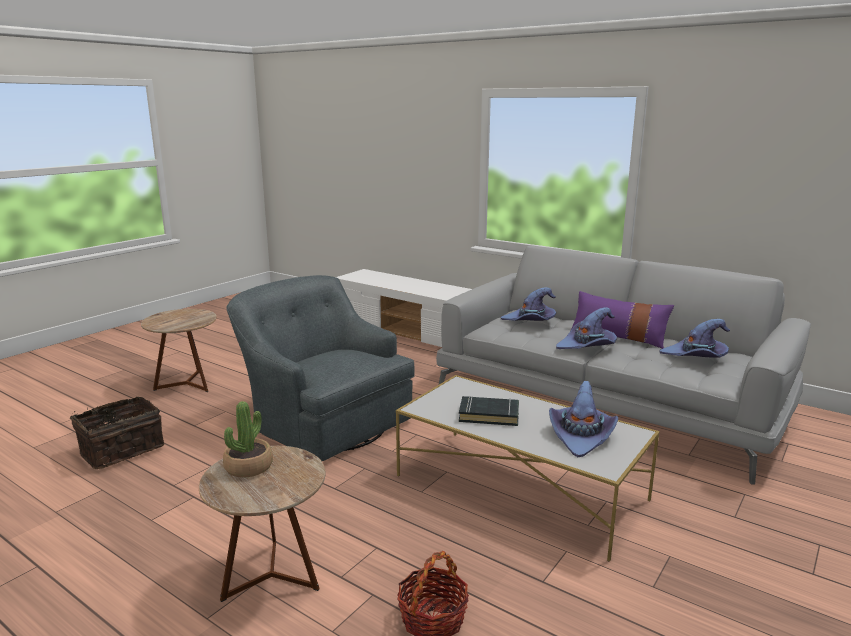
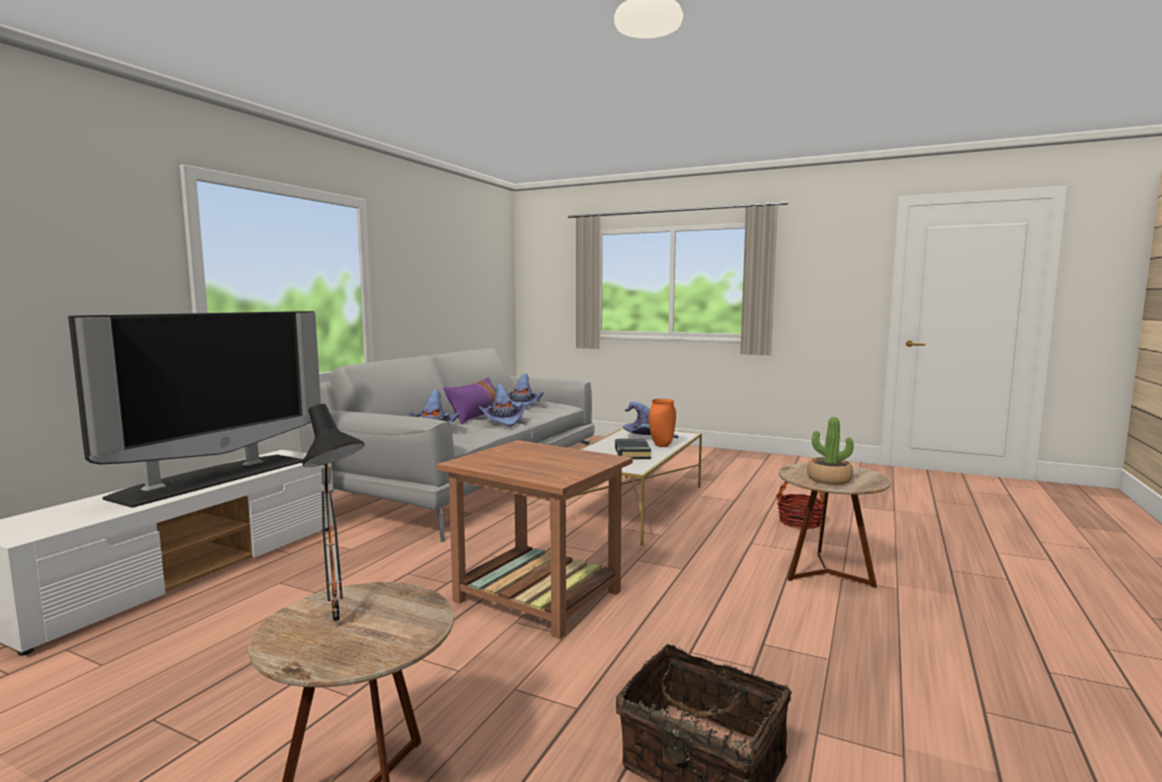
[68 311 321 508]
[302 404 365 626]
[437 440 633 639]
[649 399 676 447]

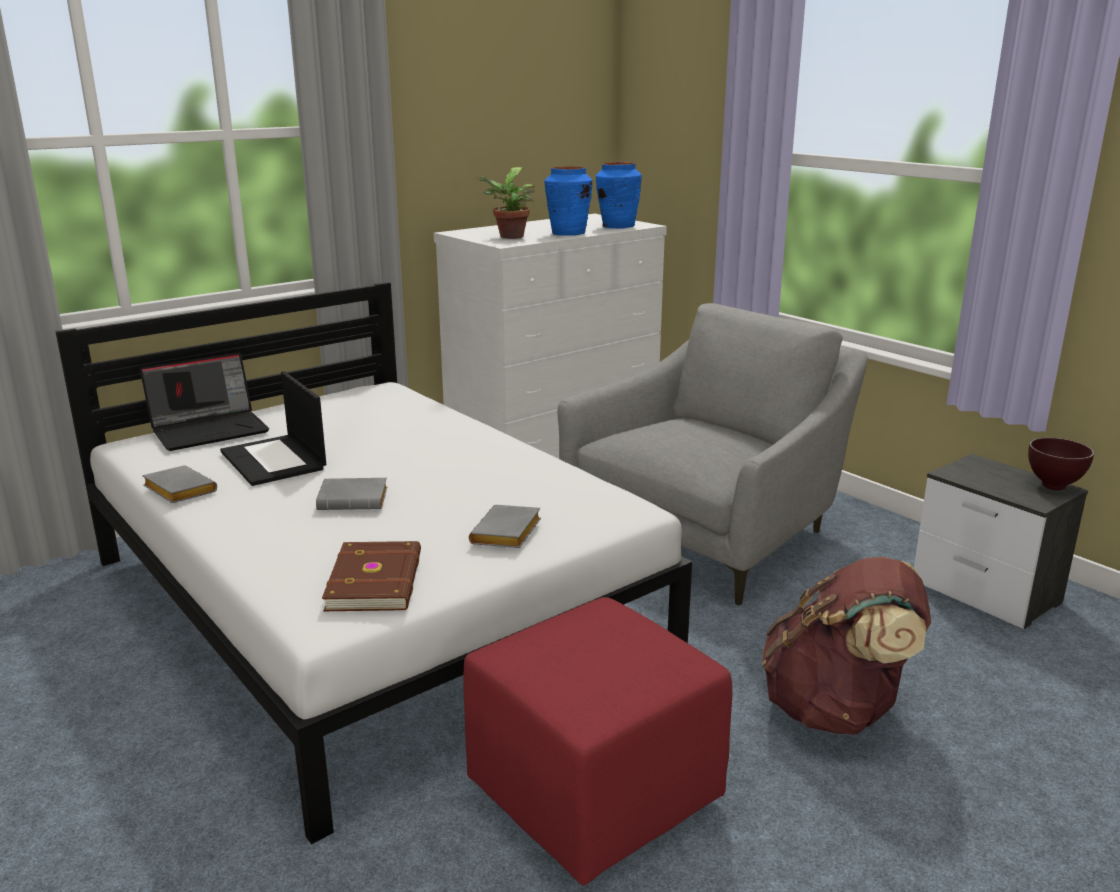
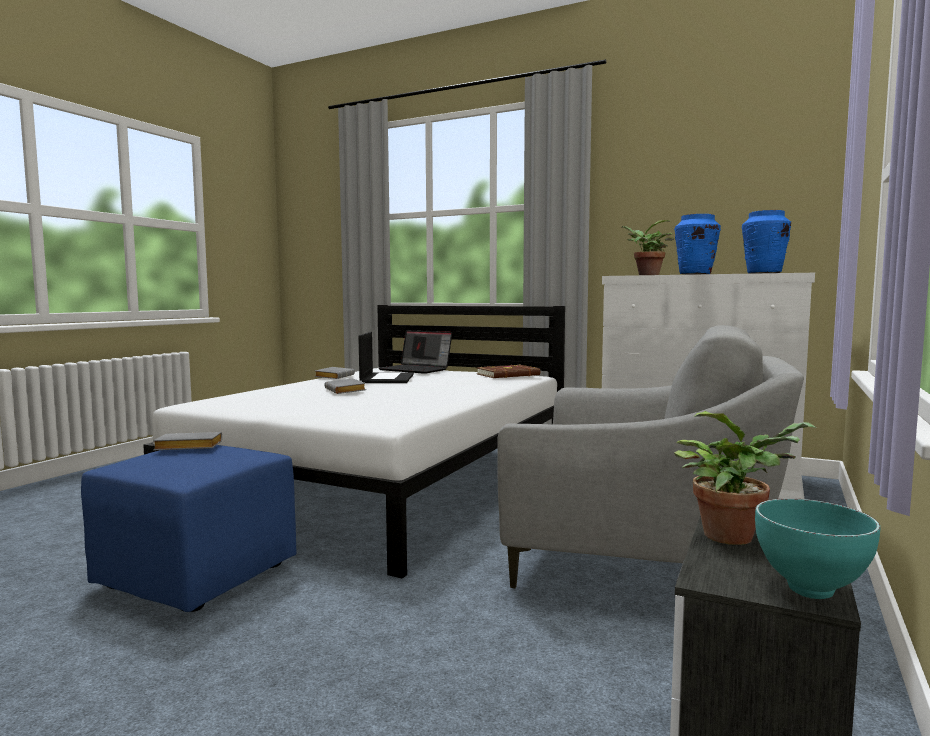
[81 445 297 612]
[153 432 222 450]
[358 332 414 383]
[477 364 540 378]
[674 411 816 545]
[755 498 880 599]
[762 557 931 735] (first image)

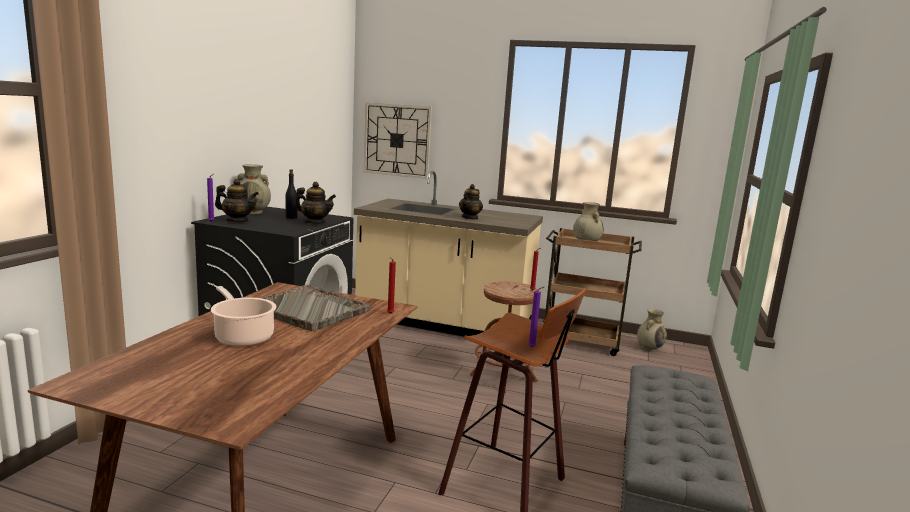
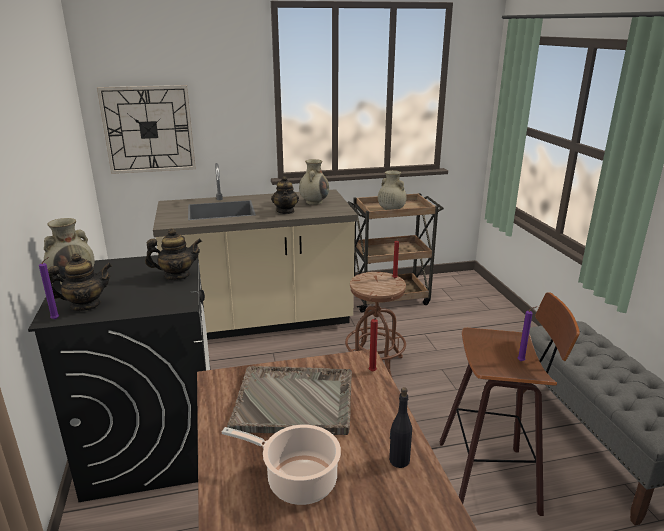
[299 159 329 205]
[389 387 412 468]

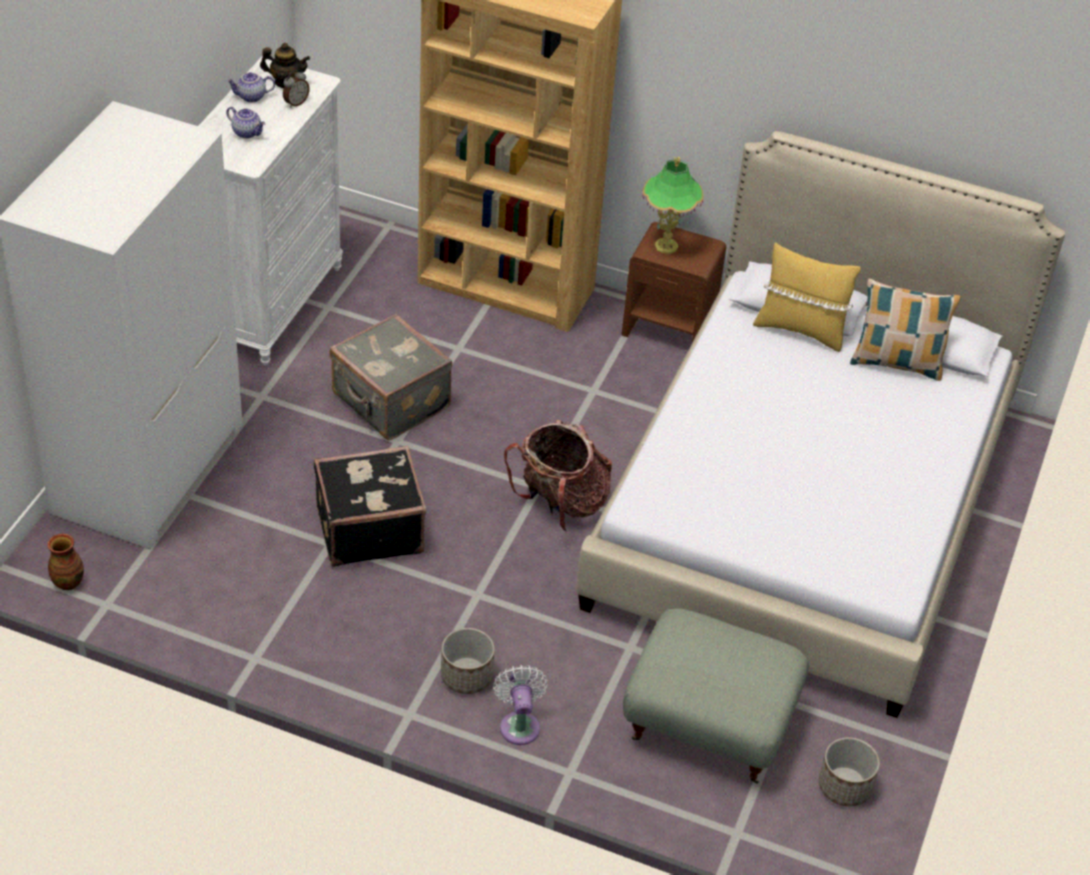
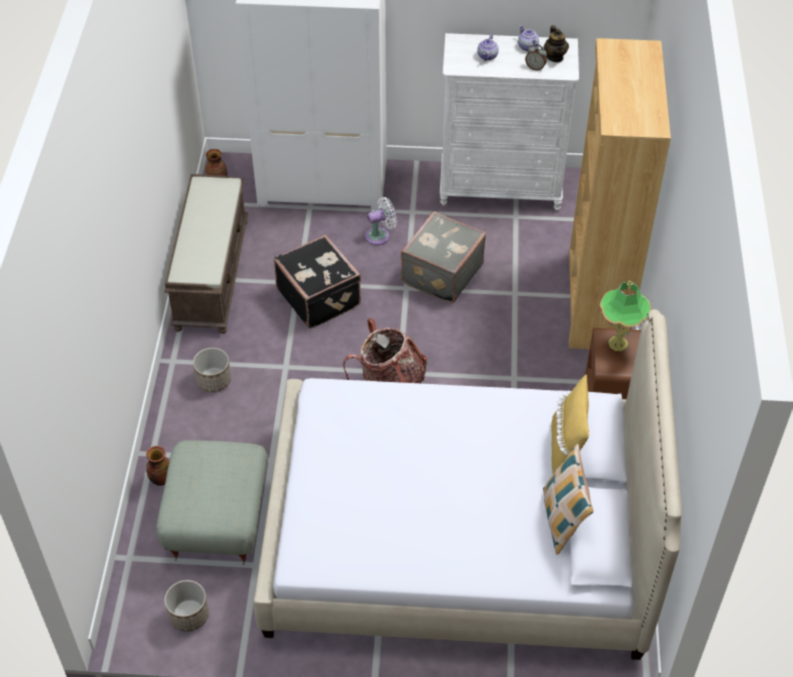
[146 446 169 486]
[164 174 248 334]
[365 197 397 245]

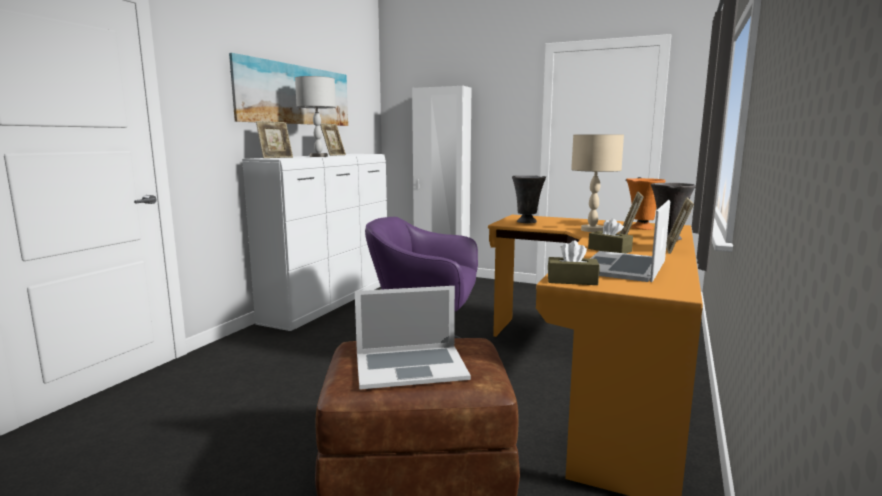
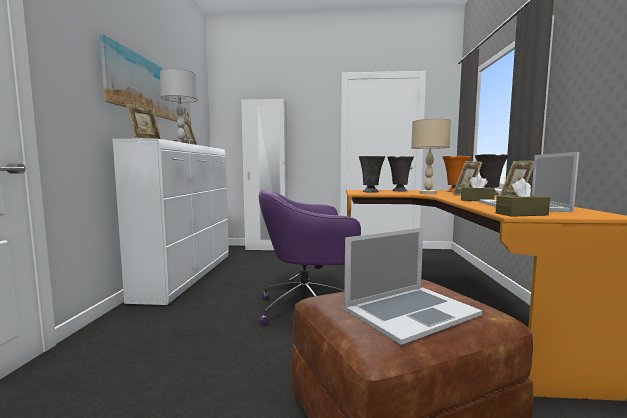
[387 156 414 192]

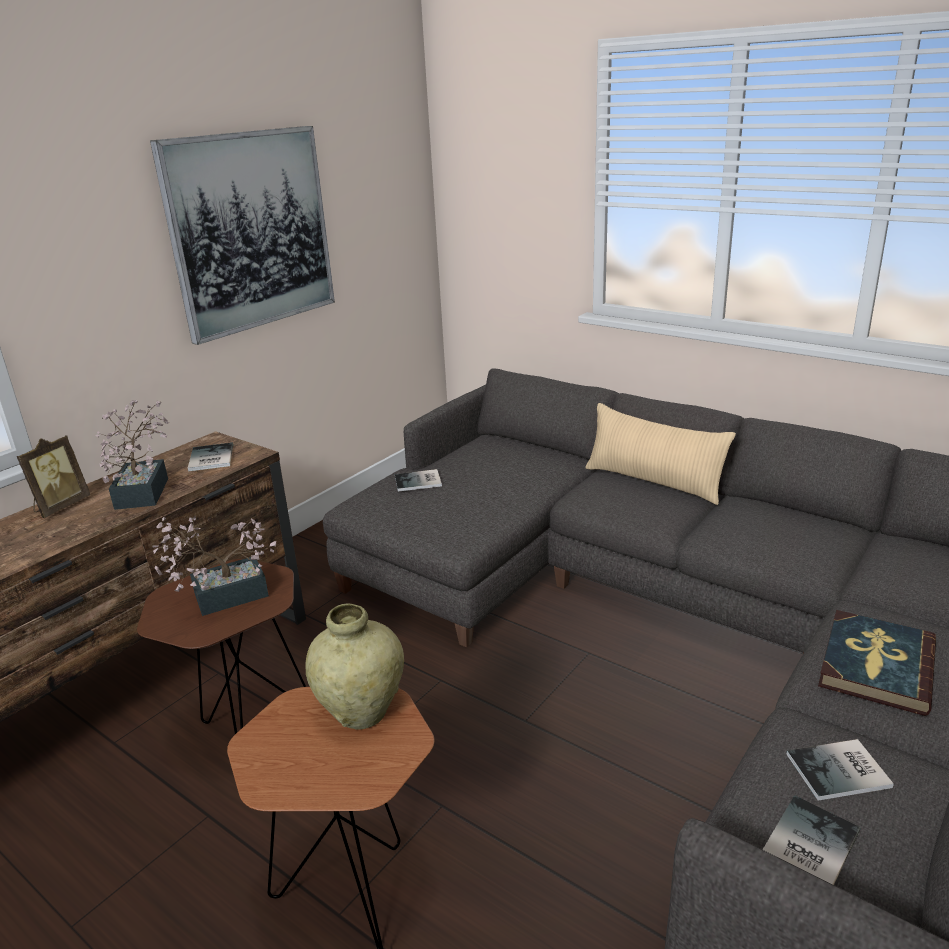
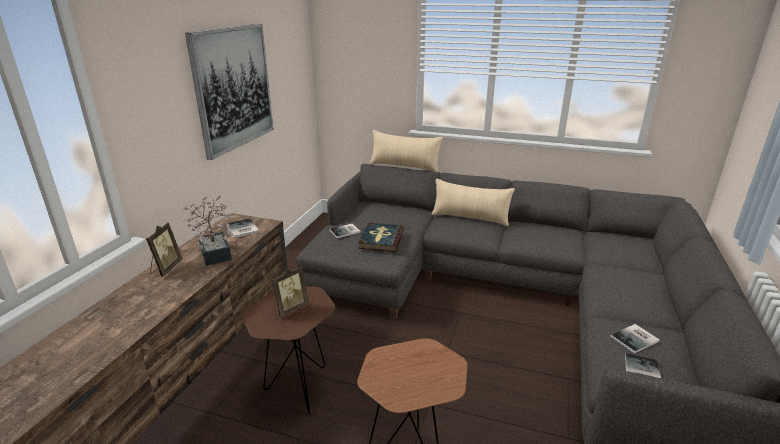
[272 266 309 318]
[358 223 404 252]
[369 130 443 173]
[306 604 404 730] (first image)

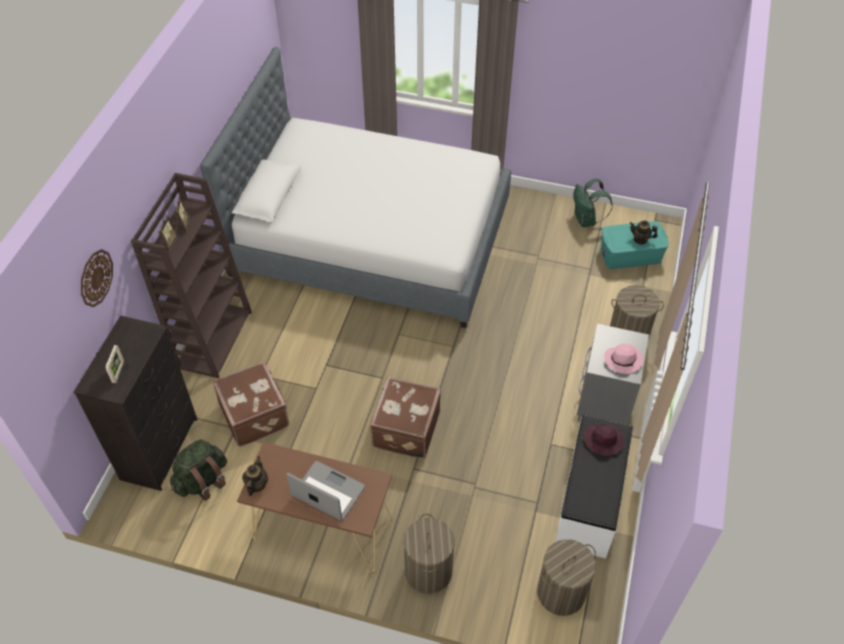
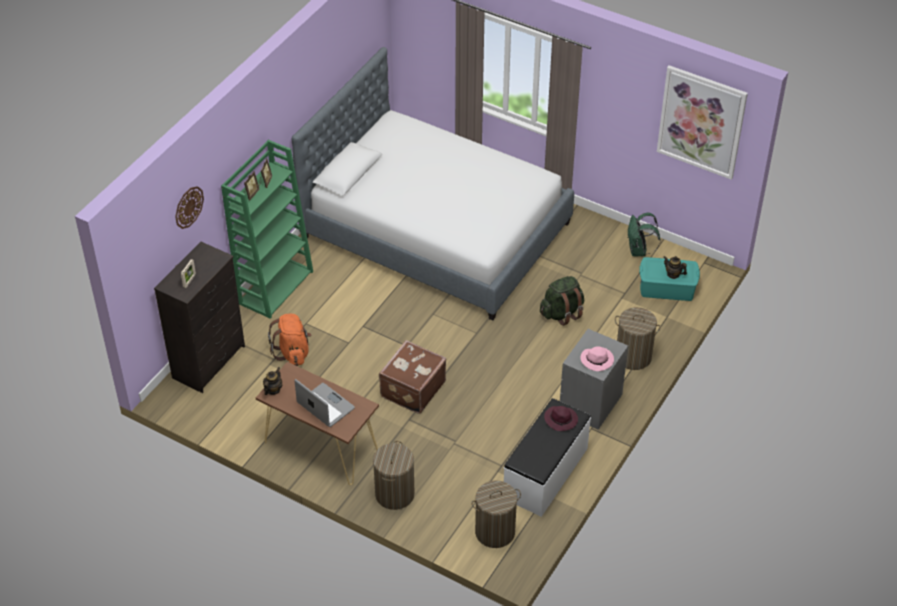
[221 140 313 319]
[268 314 312 366]
[540 276 584 326]
[657 65 748 180]

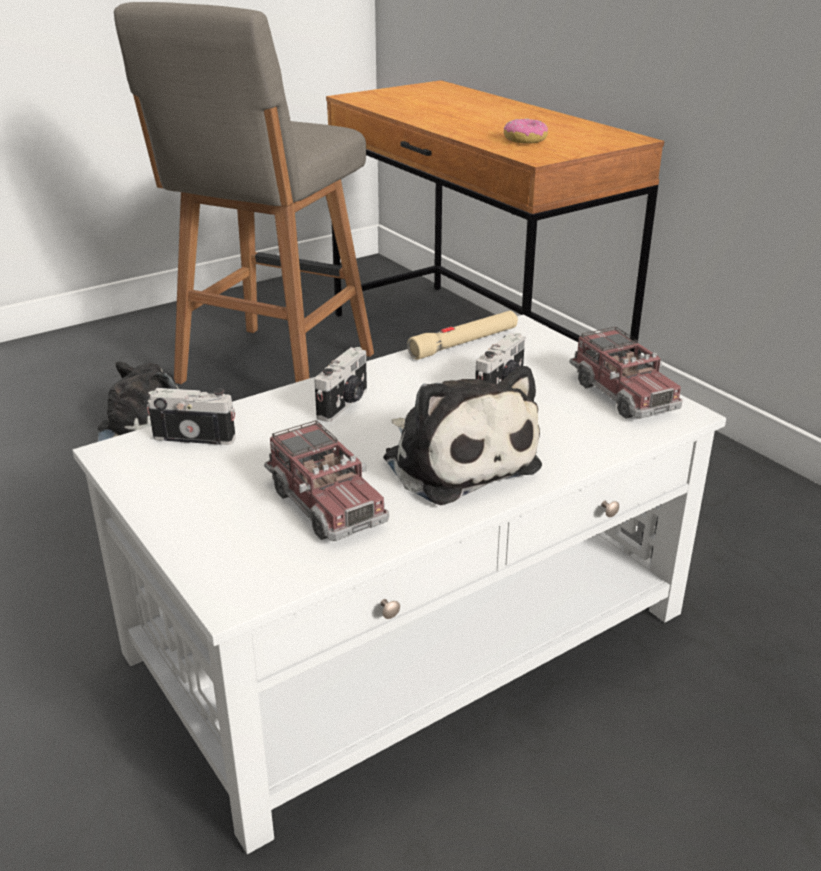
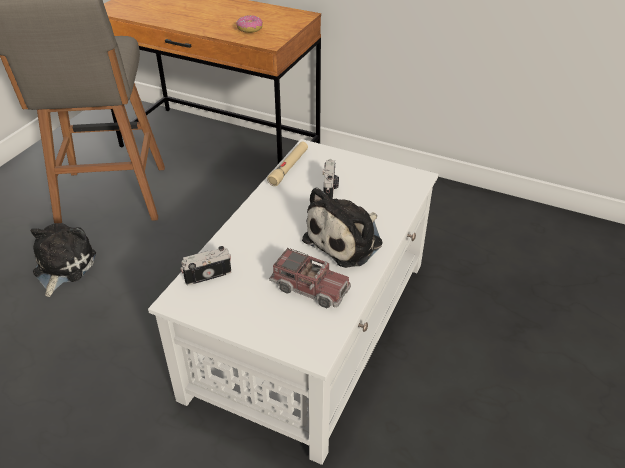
[302 187 383 268]
[314 347 367 422] (first image)
[569 327 683 419] (first image)

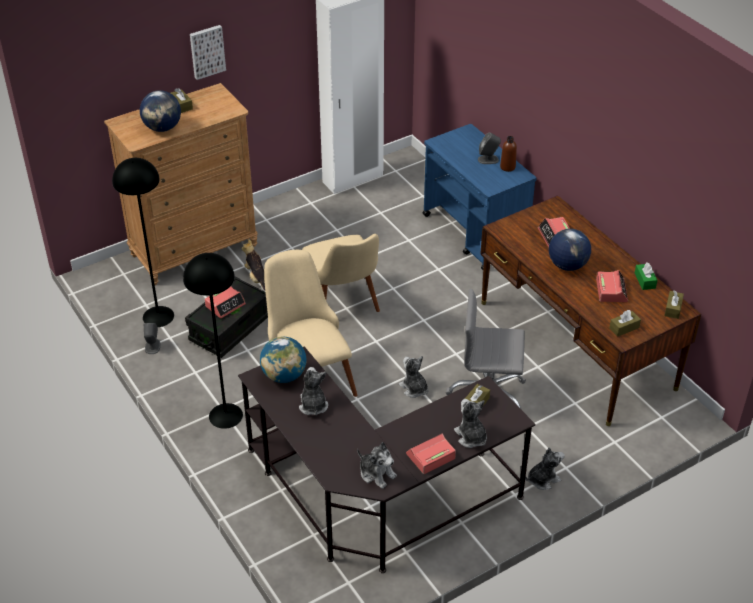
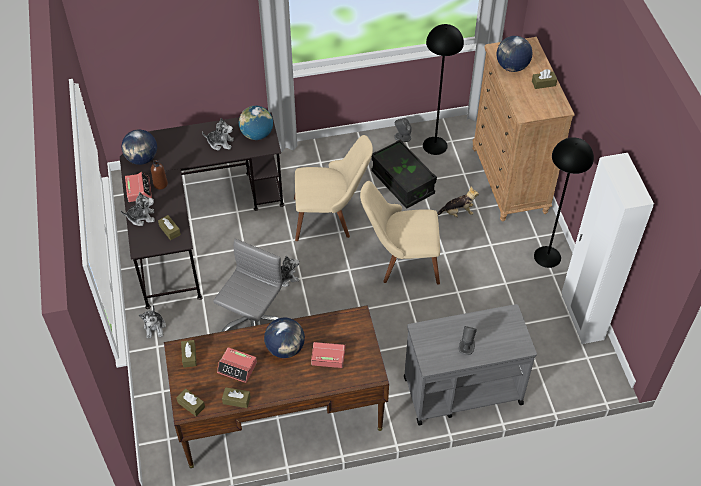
[121 129 157 165]
[151 160 168 190]
[222 387 251 408]
[404 304 537 425]
[534 137 594 268]
[190 25 226 80] (first image)
[205 286 246 319] (first image)

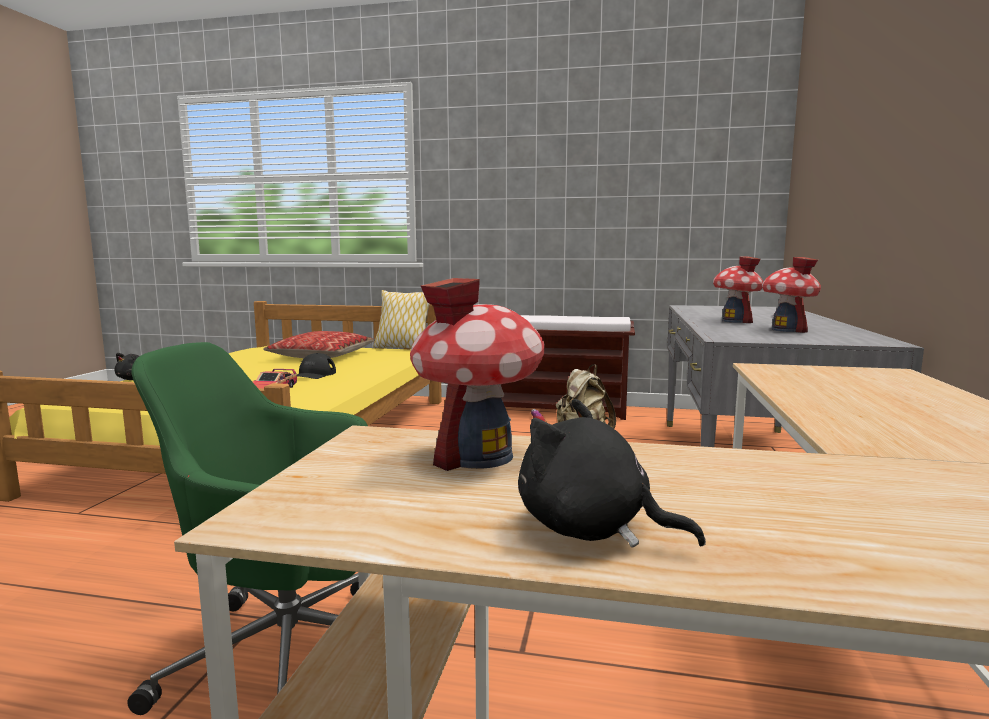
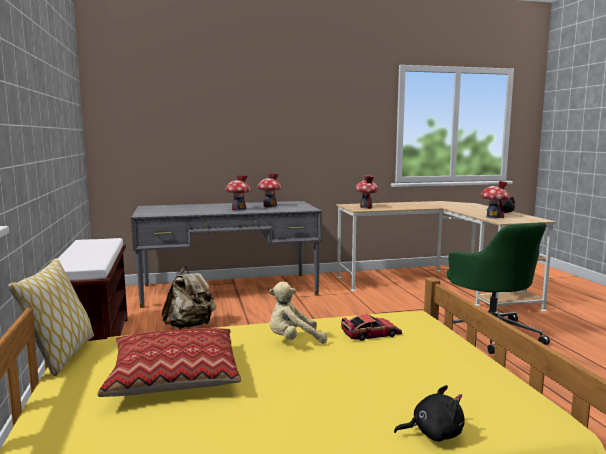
[269 282 327 344]
[355 175 379 209]

